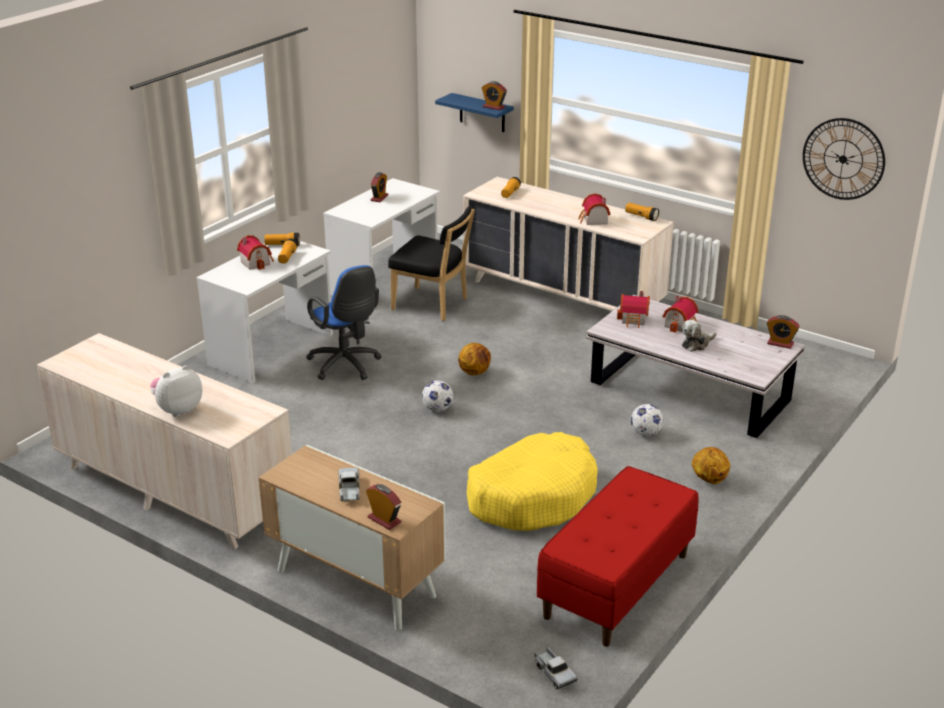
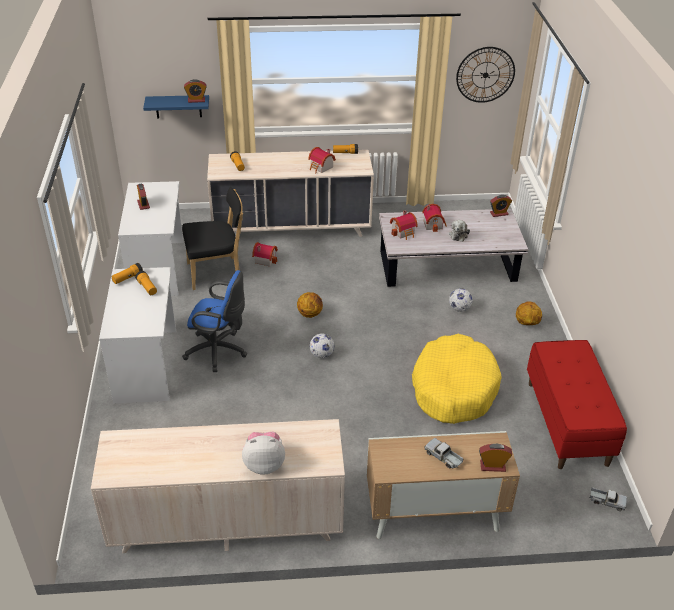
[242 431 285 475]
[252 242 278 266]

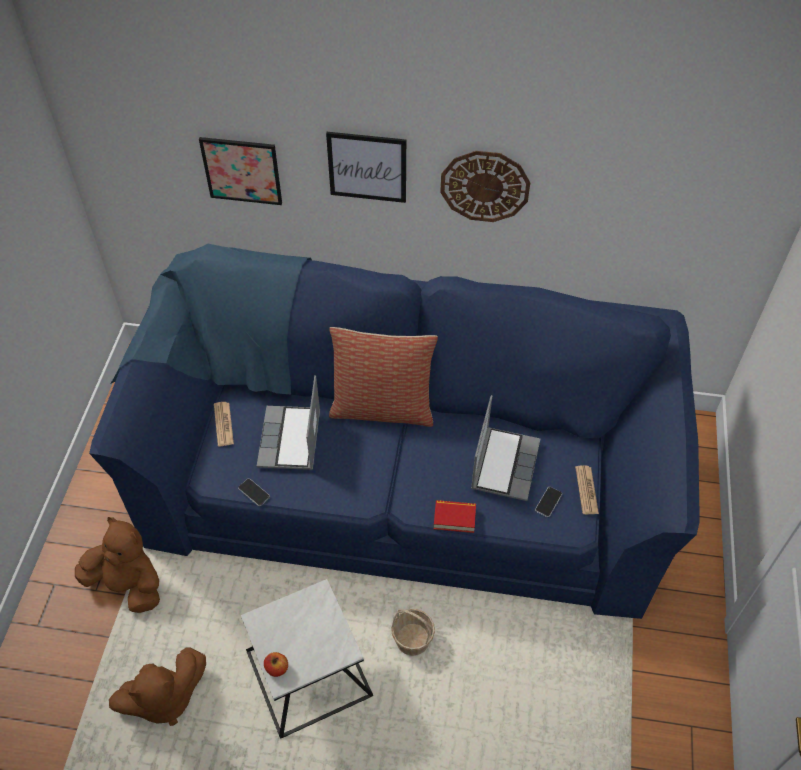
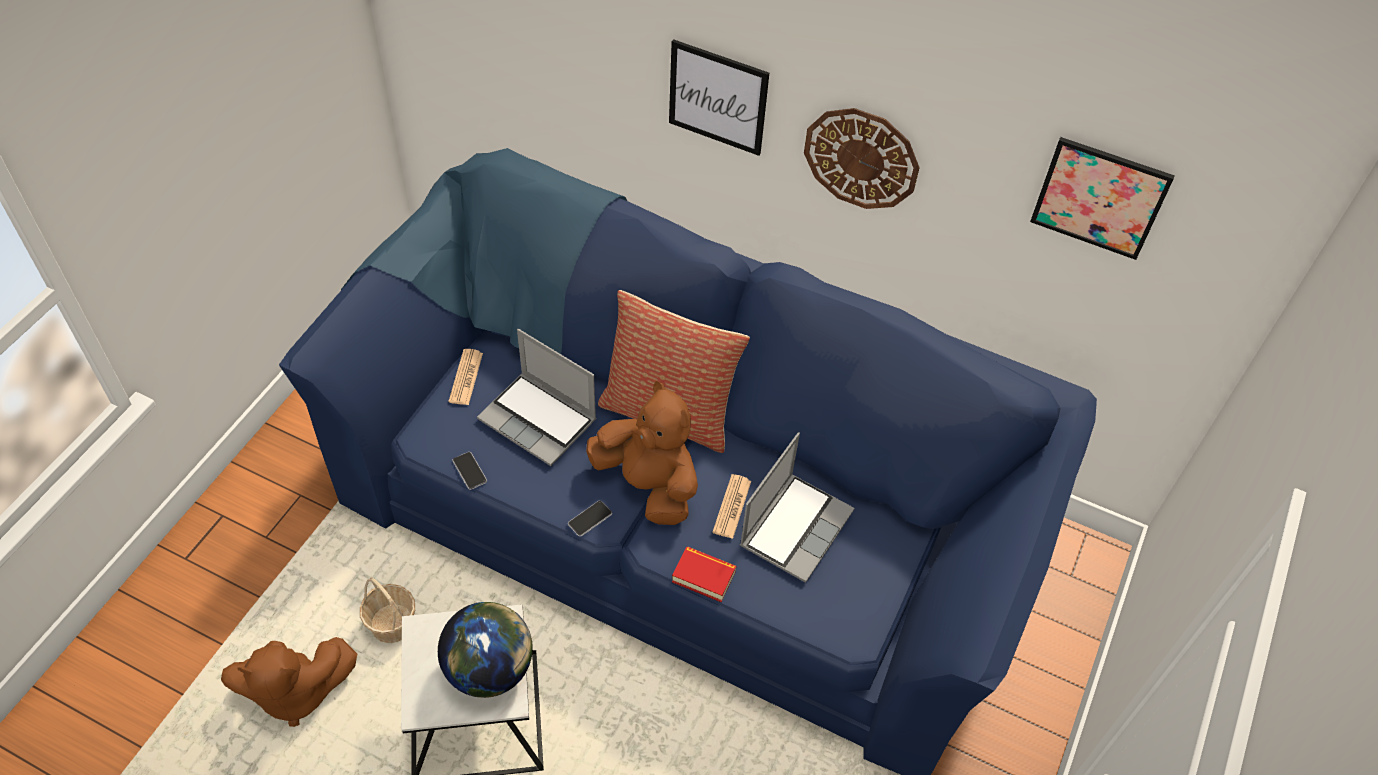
[360 577 415 643]
[438 602 533 698]
[477 329 596 466]
[568 500 612 537]
[586 381 698 525]
[712 474 751 539]
[1030 137 1175 260]
[264 652 288 677] (first image)

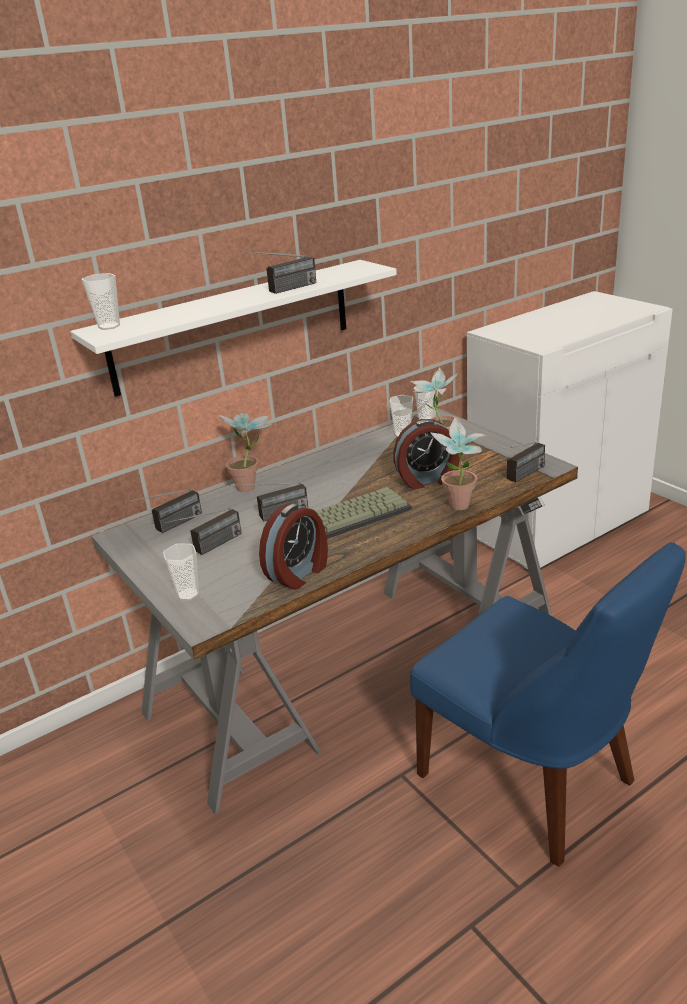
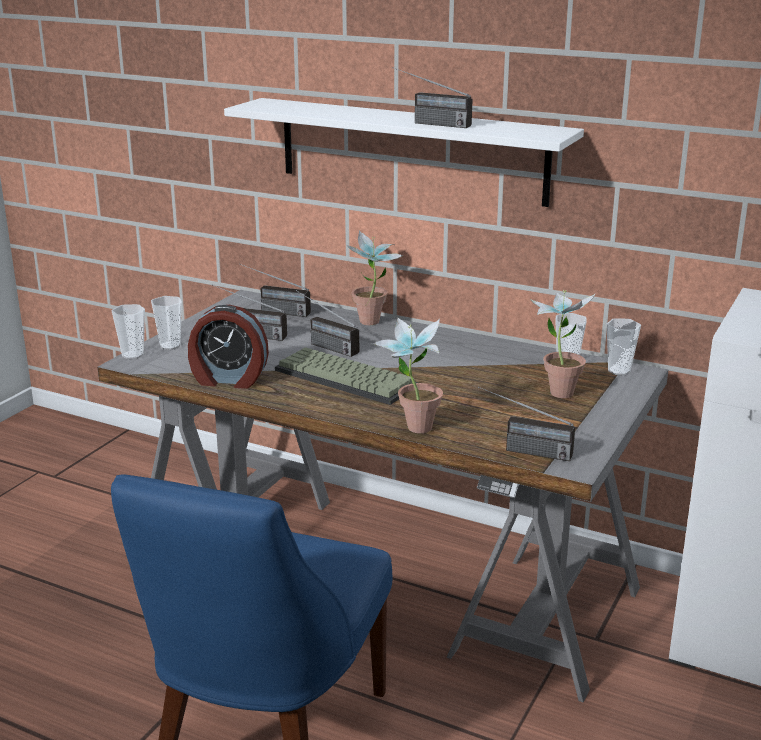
[112 304 145 359]
[393 419 460 489] (first image)

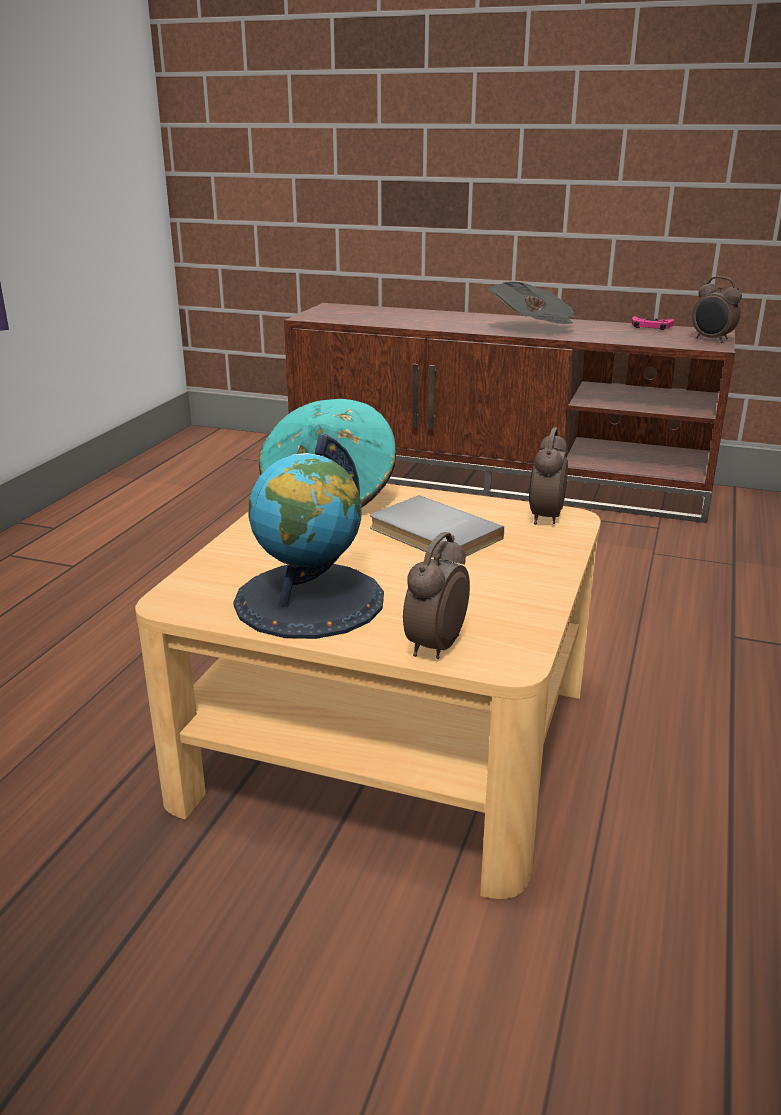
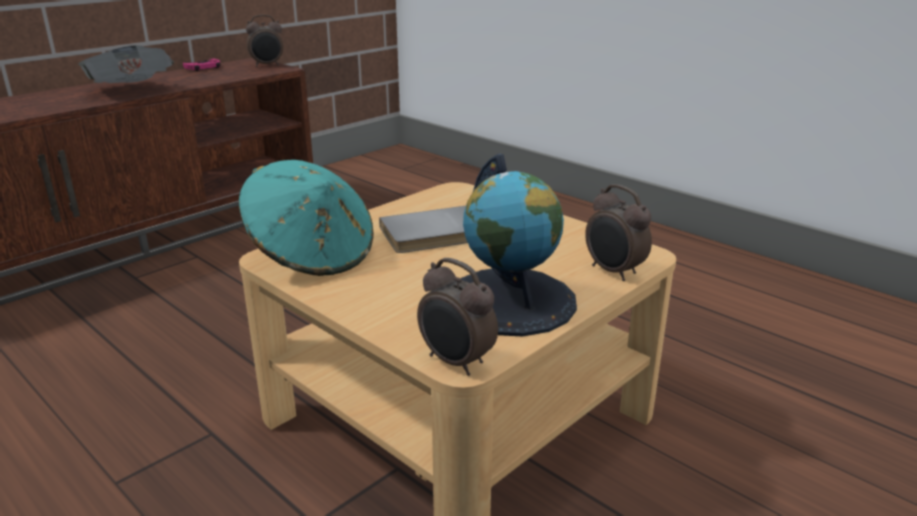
[417 258 498 376]

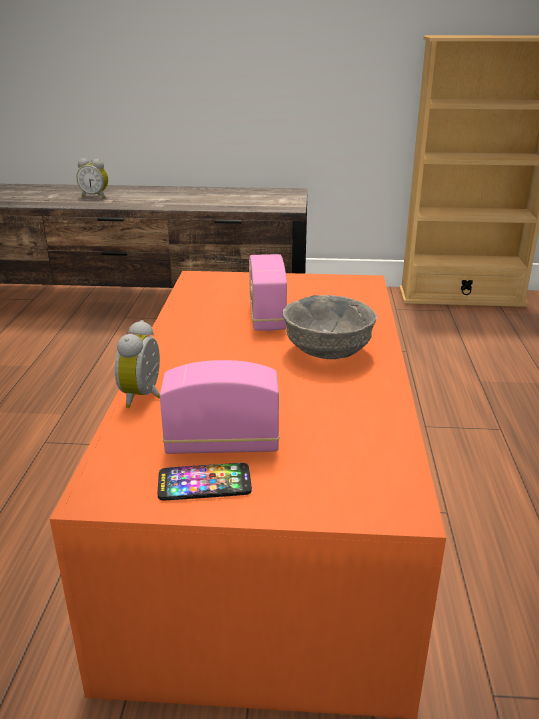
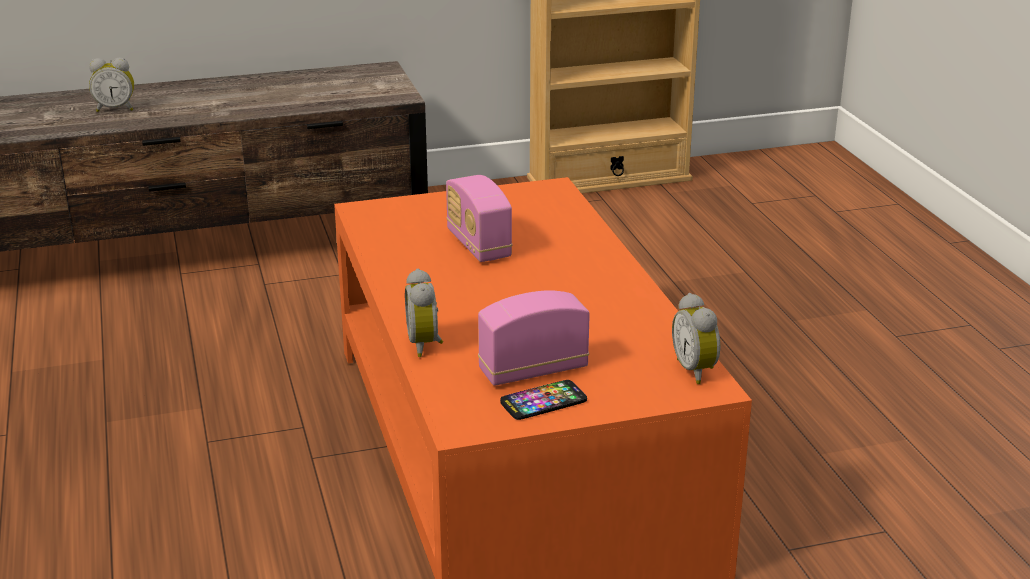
[672 293 720 384]
[282 295 377 359] (first image)

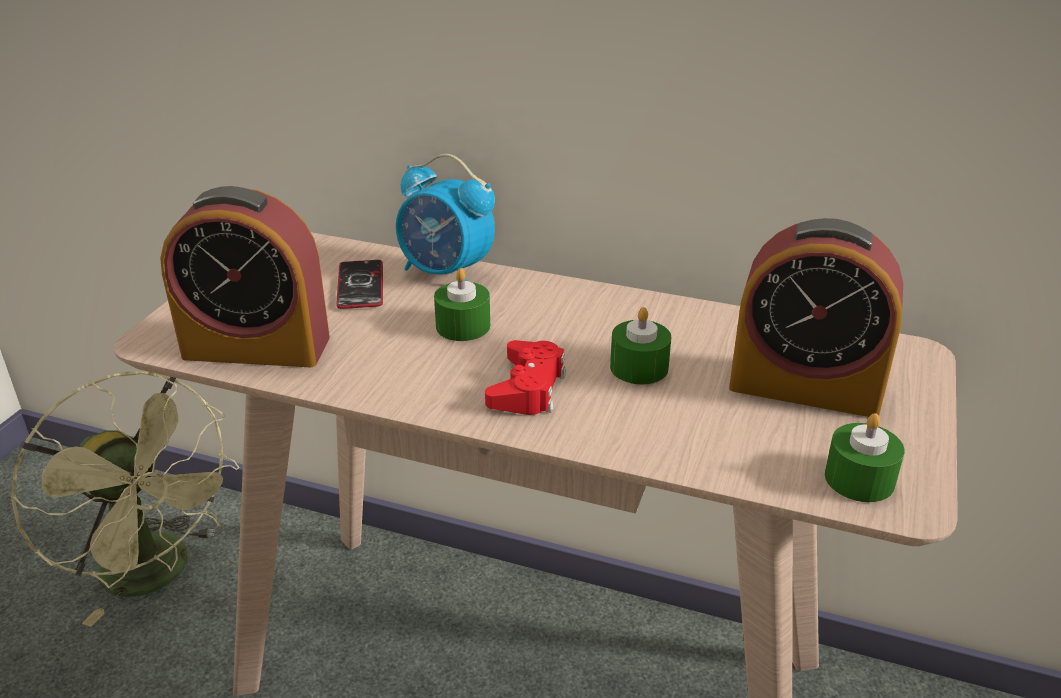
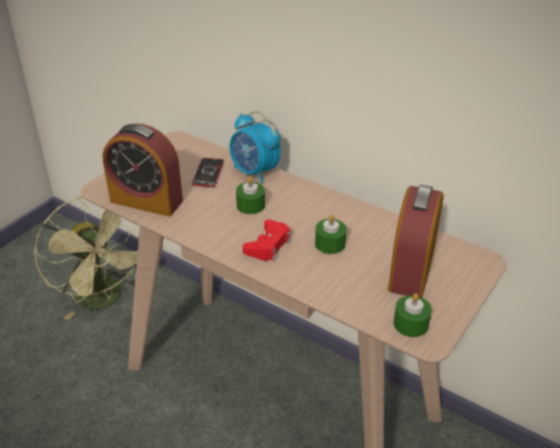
[388 185 444 298]

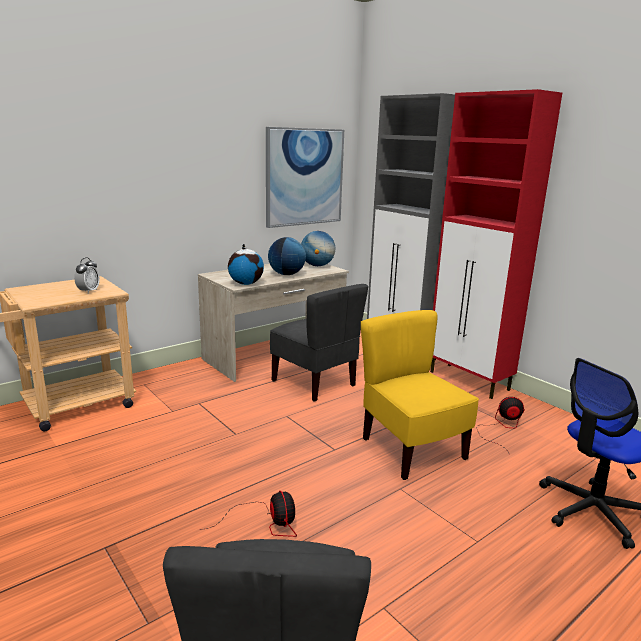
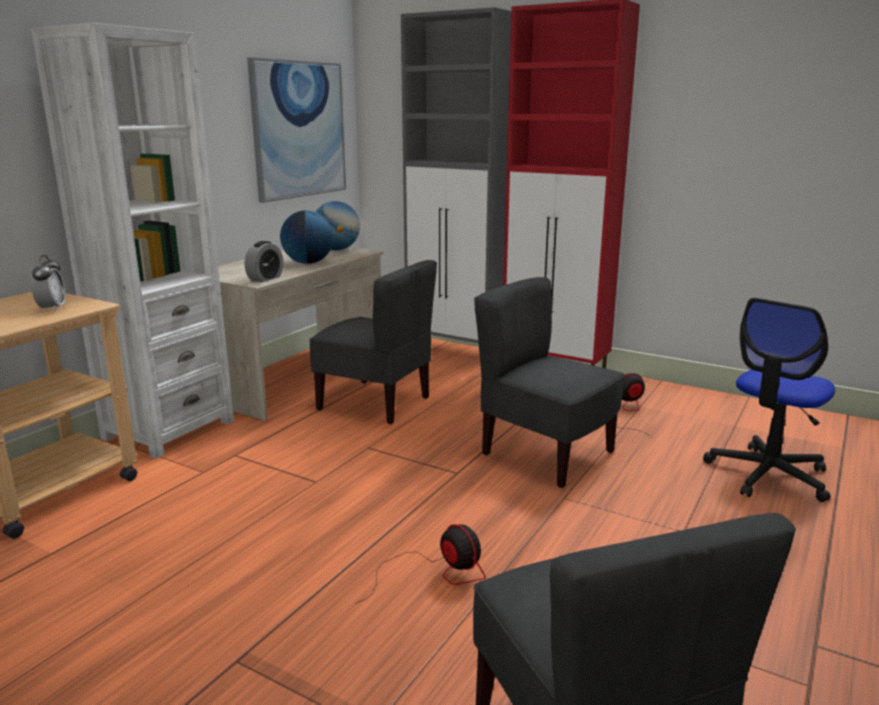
[31 23 234 459]
[245 241 283 282]
[474 277 624 488]

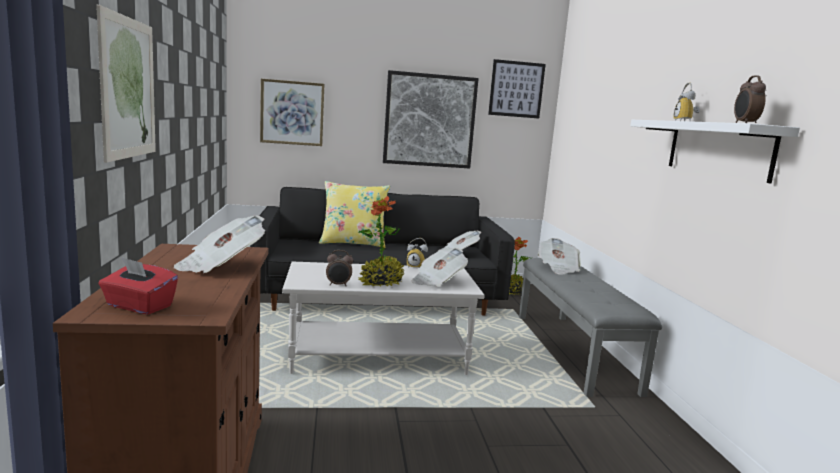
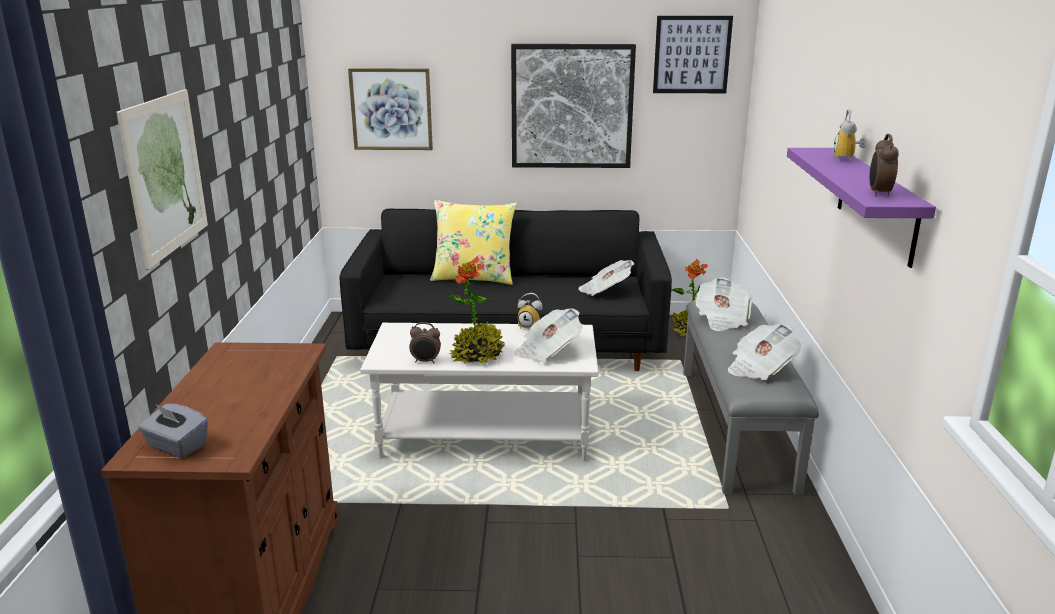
[138 404 208 458]
[728 324 801 380]
[787 148 936 268]

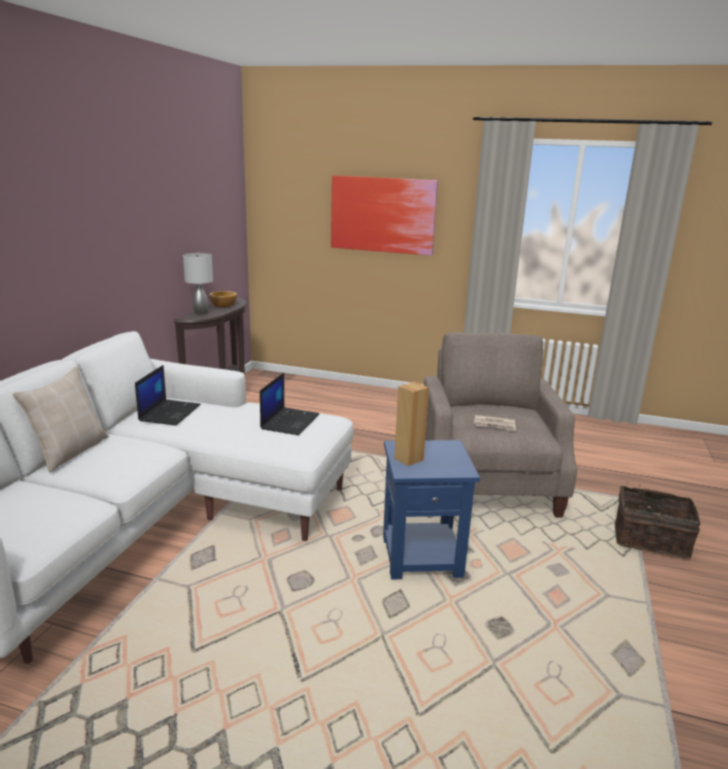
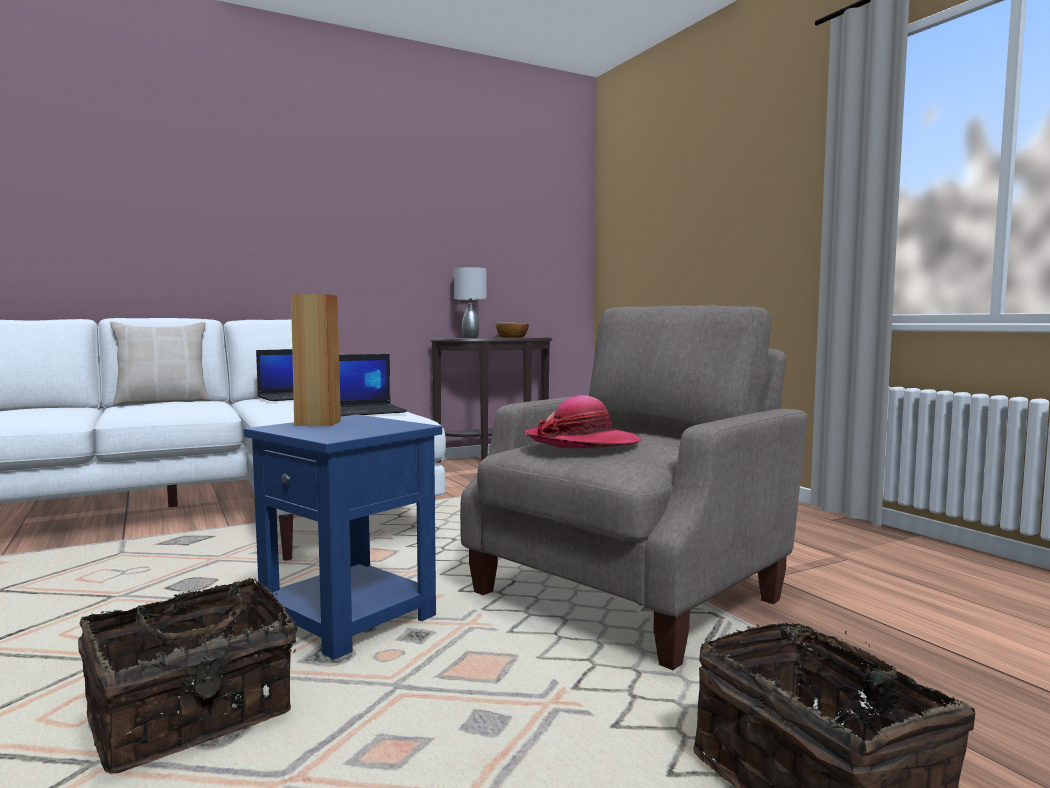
[78 577 298 774]
[524 395 641 448]
[331 175 438 256] (first image)

